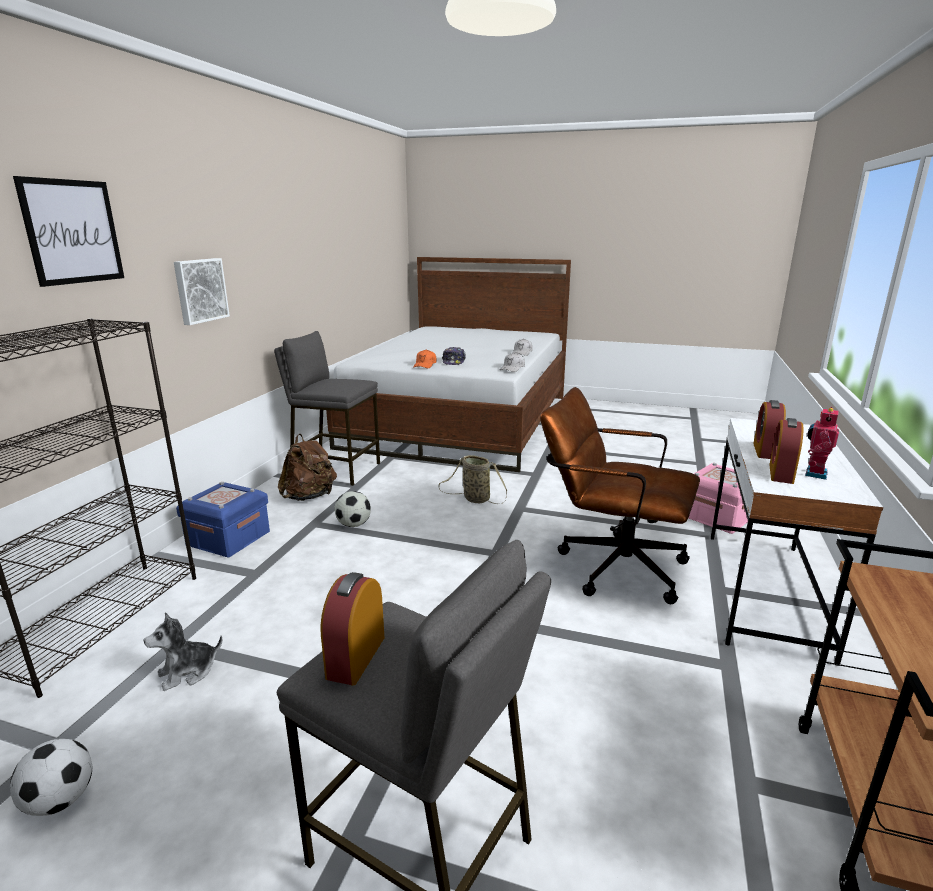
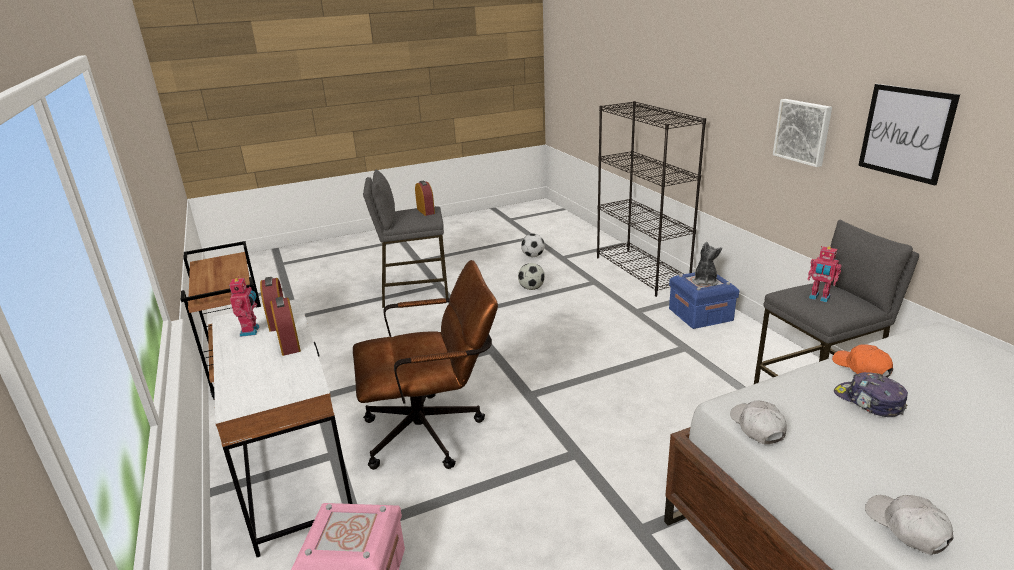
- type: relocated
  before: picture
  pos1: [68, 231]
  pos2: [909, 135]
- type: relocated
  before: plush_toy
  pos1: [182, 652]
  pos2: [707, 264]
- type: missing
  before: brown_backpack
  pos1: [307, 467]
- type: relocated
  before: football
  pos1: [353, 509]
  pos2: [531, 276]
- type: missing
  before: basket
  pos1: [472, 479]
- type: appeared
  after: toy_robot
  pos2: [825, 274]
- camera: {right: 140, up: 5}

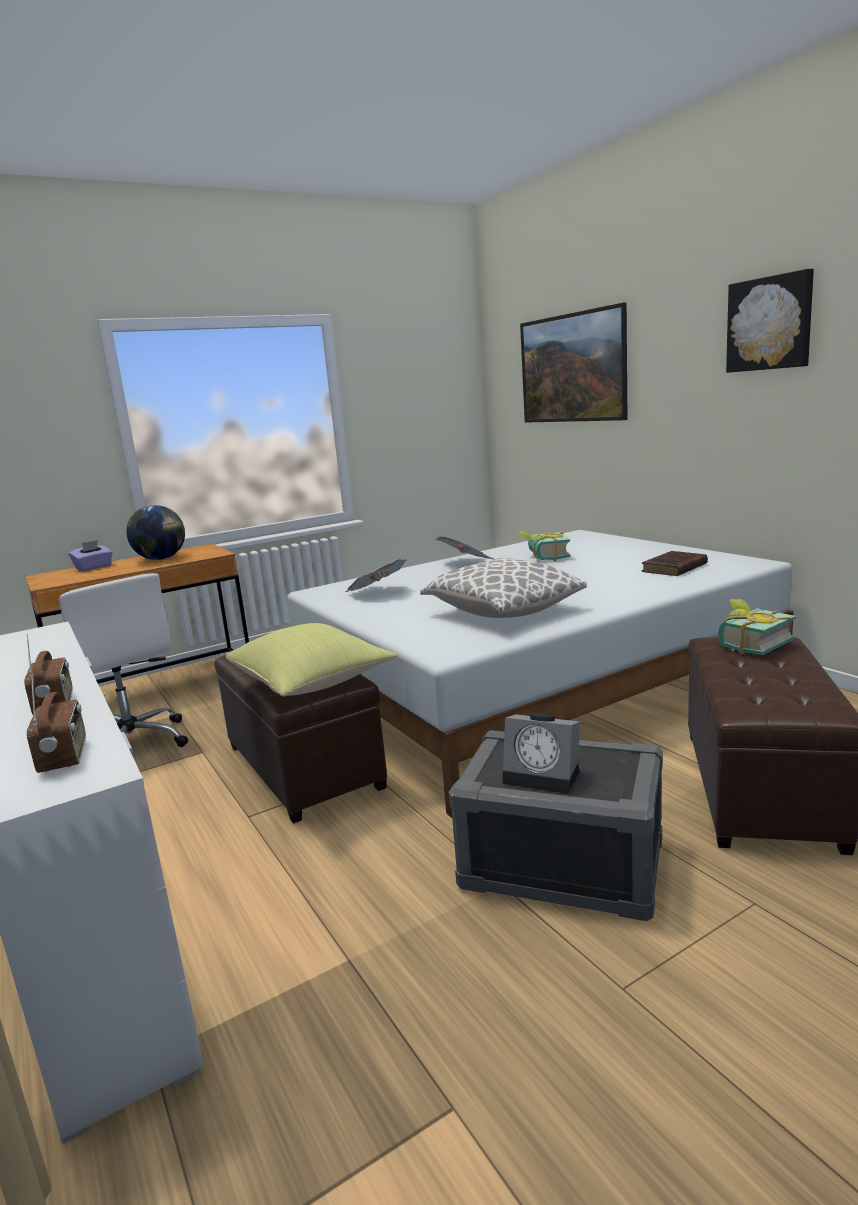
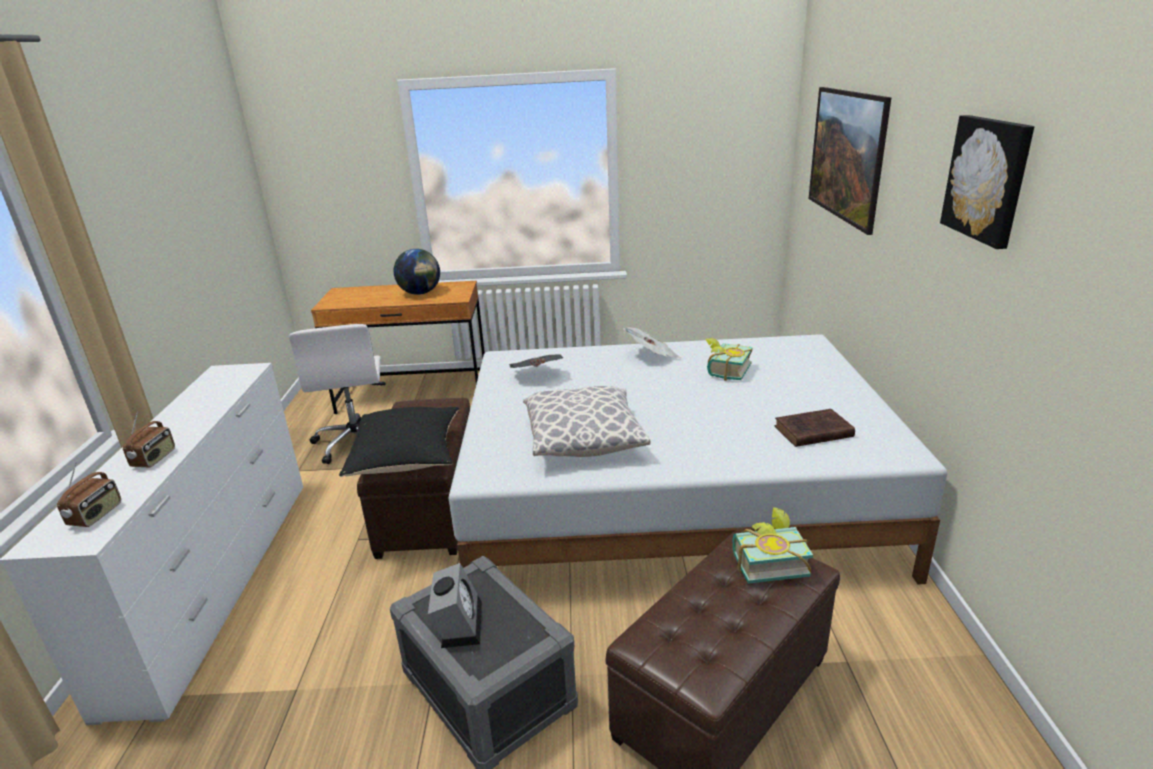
- type: missing
  before: purple_tissue_box
  pos1: [91, 555]
- type: colour
  before: yellow_pillow
  after: black_pillow
  pos1: [311, 659]
  pos2: [399, 442]
- type: spun
  before: alarm_clock
  pos1: [541, 753]
  pos2: [455, 605]
  turn: -150
- camera: {right: 30, up: 10}

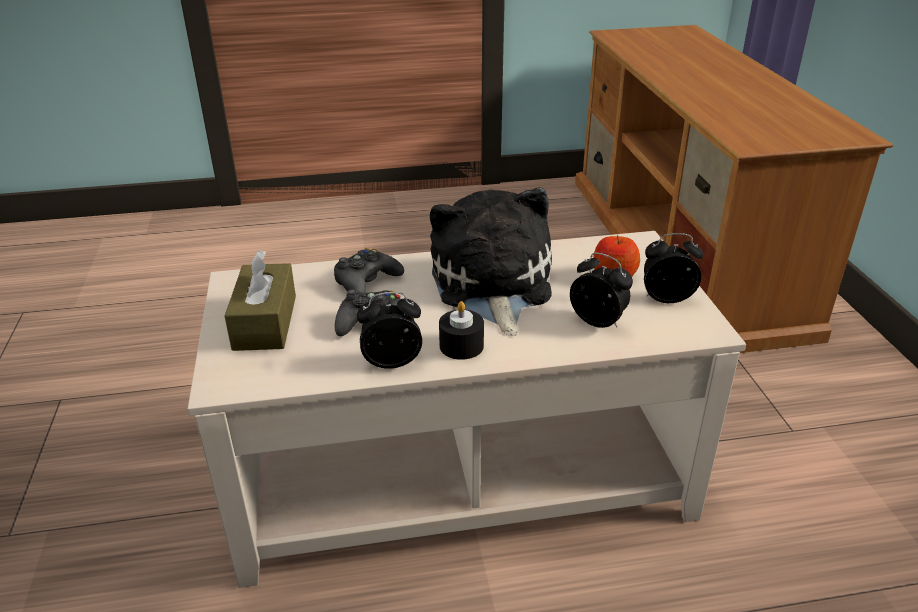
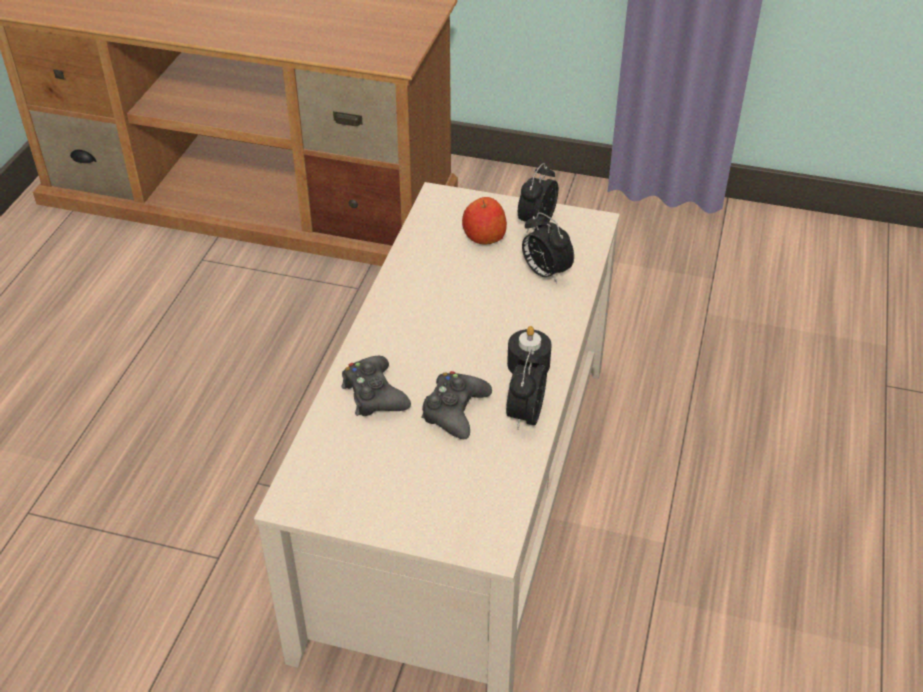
- type: missing
  before: brown_tissue_box
  pos1: [260, 300]
- type: missing
  before: plush_toy
  pos1: [491, 261]
- type: spun
  before: alarm_clock
  pos1: [601, 290]
  pos2: [548, 247]
  turn: -105
- camera: {right: -65, up: 10}

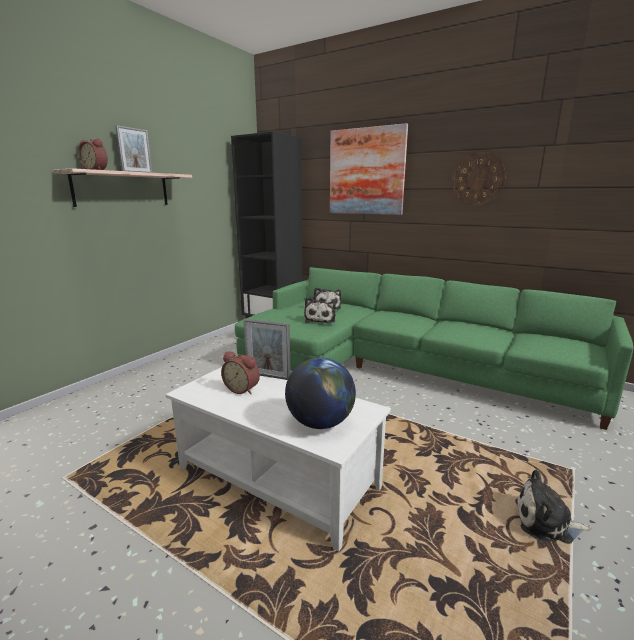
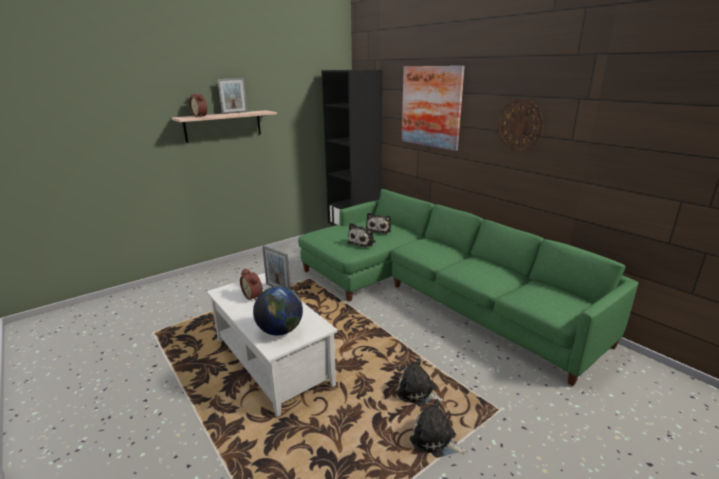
- type: appeared
  after: plush_toy
  pos2: [420, 382]
- camera: {right: 20, up: 5}

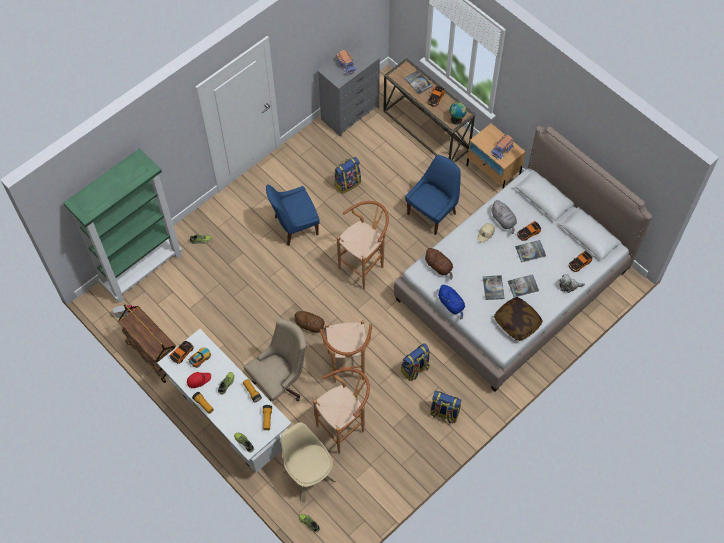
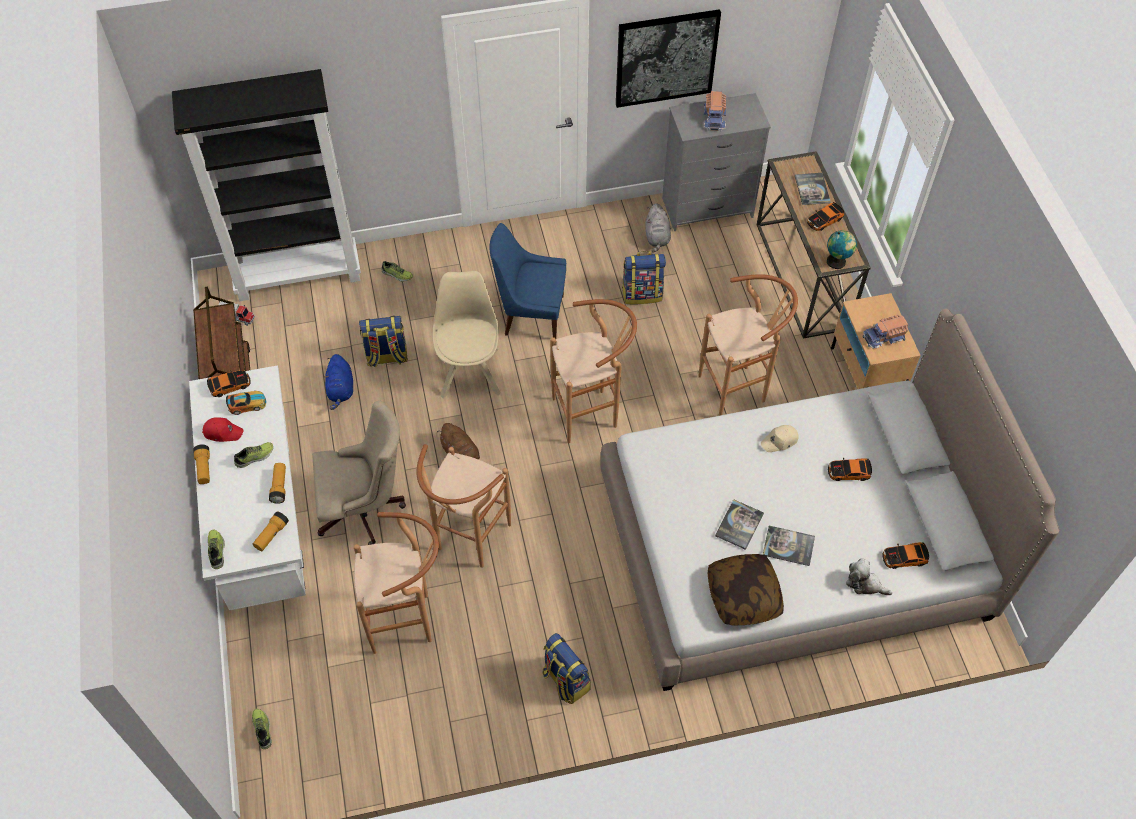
- type: colour
  before: green_bookcase
  after: black_bookcase
  pos1: [123, 225]
  pos2: [266, 185]
- type: relocated
  before: beige_chair
  pos1: [309, 462]
  pos2: [466, 334]
- type: relocated
  before: backpack
  pos1: [415, 362]
  pos2: [383, 342]
- type: exchanged
  before: blue_chair
  after: brown_stool
  pos1: [433, 195]
  pos2: [748, 345]
- type: missing
  before: brown_plush_toy
  pos1: [439, 264]
- type: relocated
  before: blue_plush_toy
  pos1: [451, 302]
  pos2: [338, 382]
- type: relocated
  before: grey_plush_toy
  pos1: [504, 217]
  pos2: [658, 228]
- type: missing
  before: book
  pos1: [530, 251]
- type: appeared
  after: picture
  pos2: [668, 58]
- camera: {right: 30, up: -5}

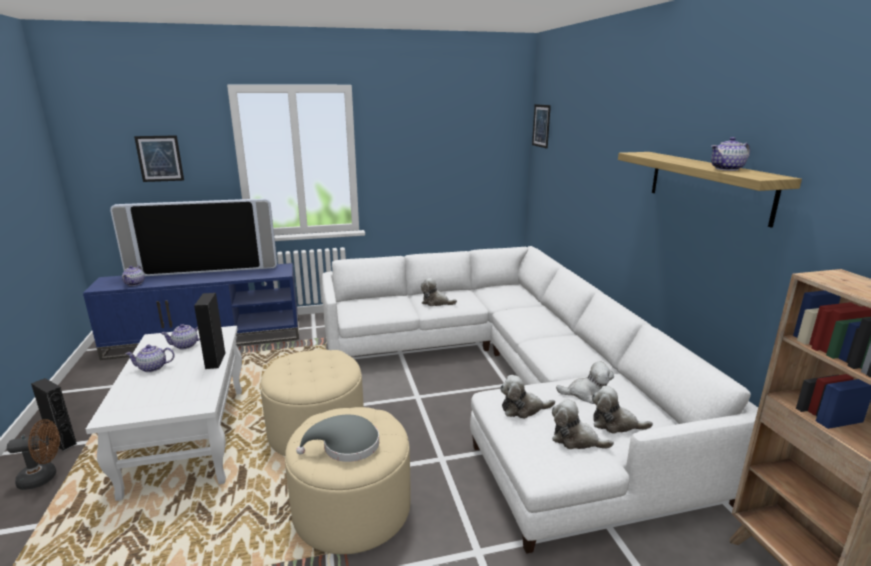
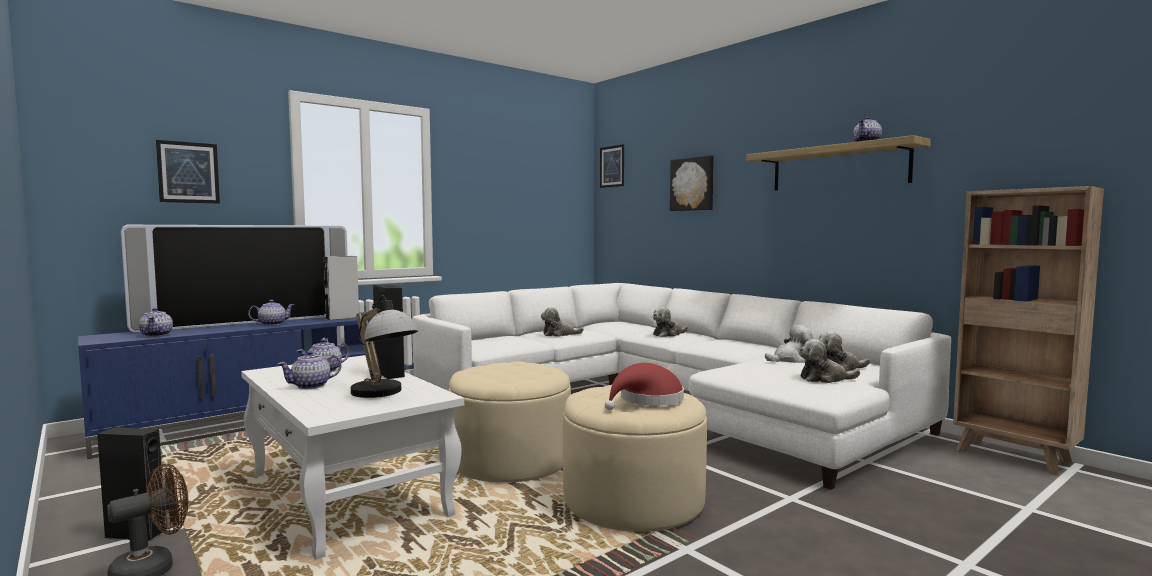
- type: colour
  before: grey_hat
  after: red_hat
  pos1: [337, 438]
  pos2: [644, 386]
- type: relocated
  before: plush_toy
  pos1: [527, 397]
  pos2: [670, 322]
- type: appeared
  after: teapot
  pos2: [271, 313]
- type: appeared
  after: grey_speaker
  pos2: [341, 288]
- type: appeared
  after: table_lamp
  pos2: [384, 346]
- type: appeared
  after: picture
  pos2: [692, 183]
- camera: {right: -25, up: -15}

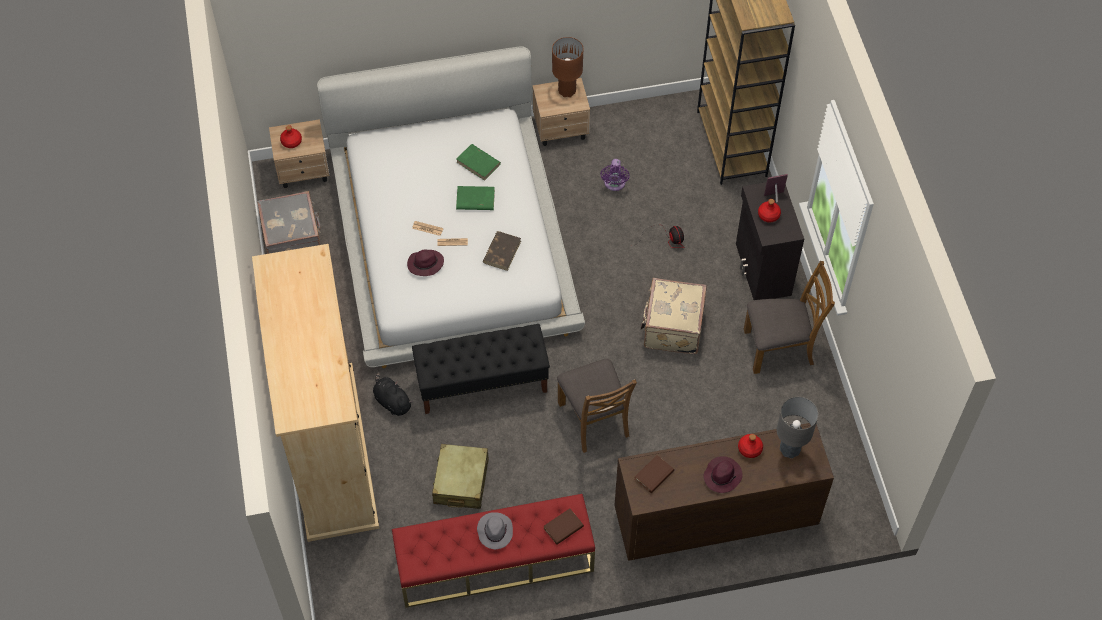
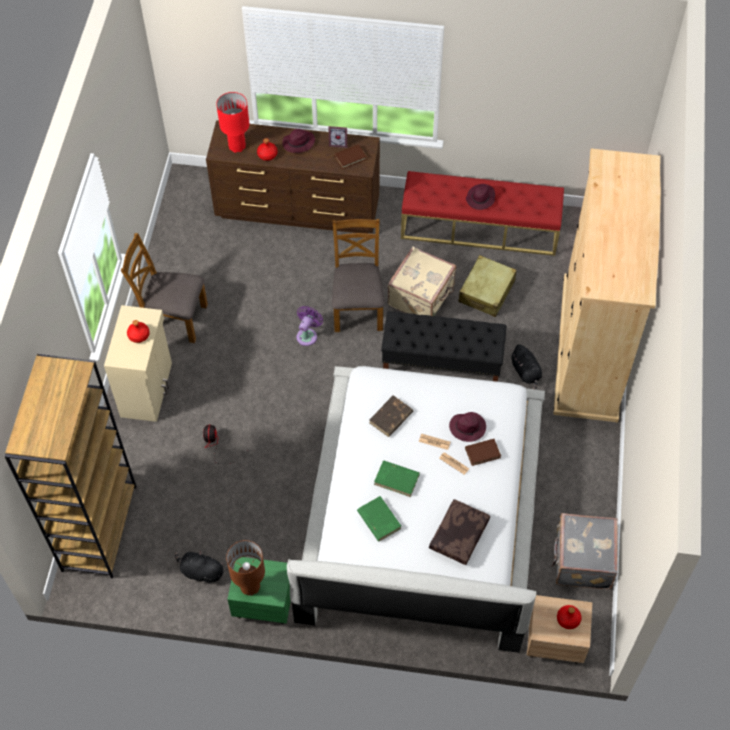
- type: colour
  before: grey_hat
  after: purple_hat
  pos1: [495, 530]
  pos2: [480, 197]
- type: colour
  before: beige_nightstand
  after: green_nightstand
  pos1: [561, 112]
  pos2: [259, 590]
- type: relocated
  before: brown_book
  pos1: [563, 526]
  pos2: [483, 452]
- type: relocated
  before: purple_fan
  pos1: [614, 175]
  pos2: [309, 326]
- type: relocated
  before: beige_suitcase
  pos1: [674, 316]
  pos2: [422, 281]
- type: colour
  before: black_cabinet
  after: beige_cabinet
  pos1: [770, 241]
  pos2: [138, 363]
- type: relocated
  before: picture_frame
  pos1: [776, 188]
  pos2: [337, 137]
- type: colour
  before: grey_table_lamp
  after: red_table_lamp
  pos1: [797, 427]
  pos2: [232, 122]
- type: appeared
  after: black_plush_toy
  pos2: [199, 567]
- type: appeared
  after: brown_pillow
  pos2: [459, 532]
- camera: {right: -160, up: 0}

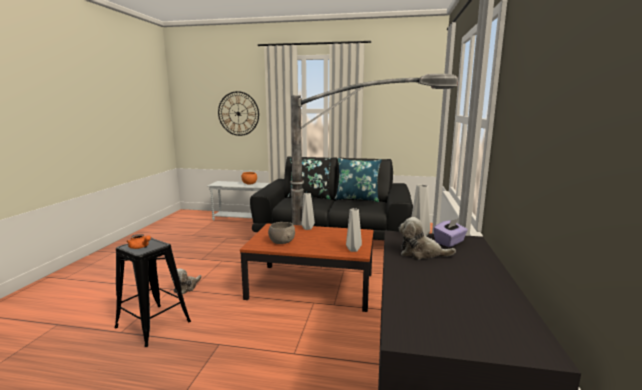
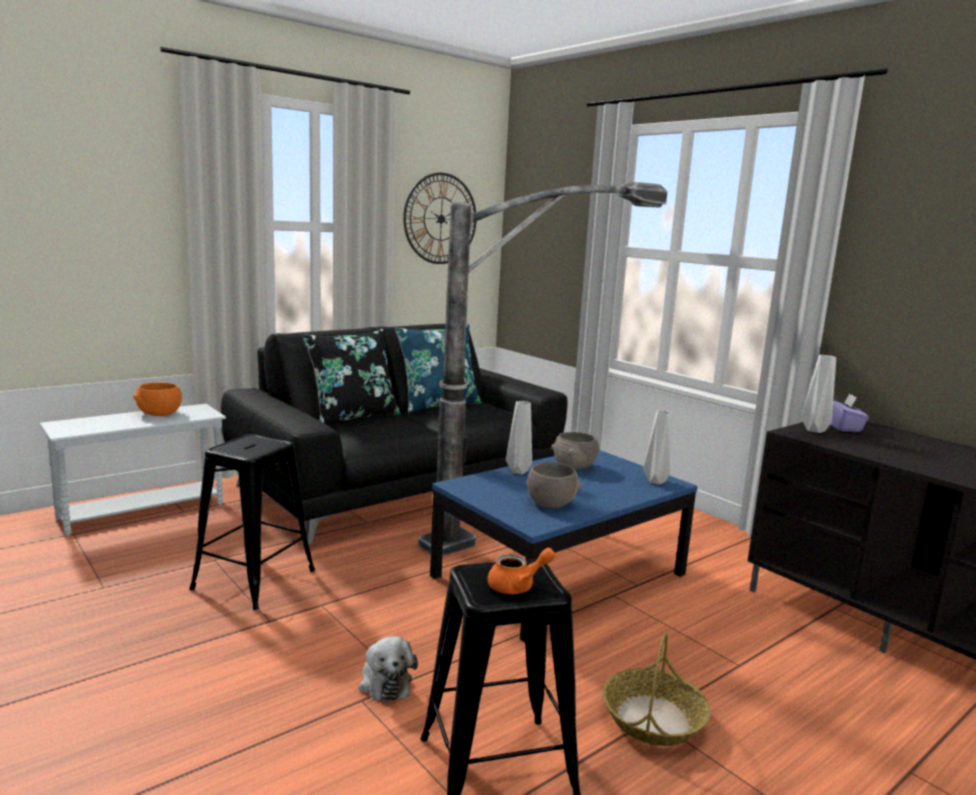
- type: relocated
  before: wall_clock
  pos1: [238, 113]
  pos2: [440, 218]
- type: colour
  before: brown_coffee_table
  after: blue_coffee_table
  pos1: [306, 267]
  pos2: [563, 546]
- type: missing
  before: plush_toy
  pos1: [427, 238]
- type: appeared
  after: black_stool
  pos2: [252, 522]
- type: appeared
  after: grey_bowl
  pos2: [575, 450]
- type: appeared
  after: basket
  pos2: [656, 689]
- camera: {right: -50, up: 0}

